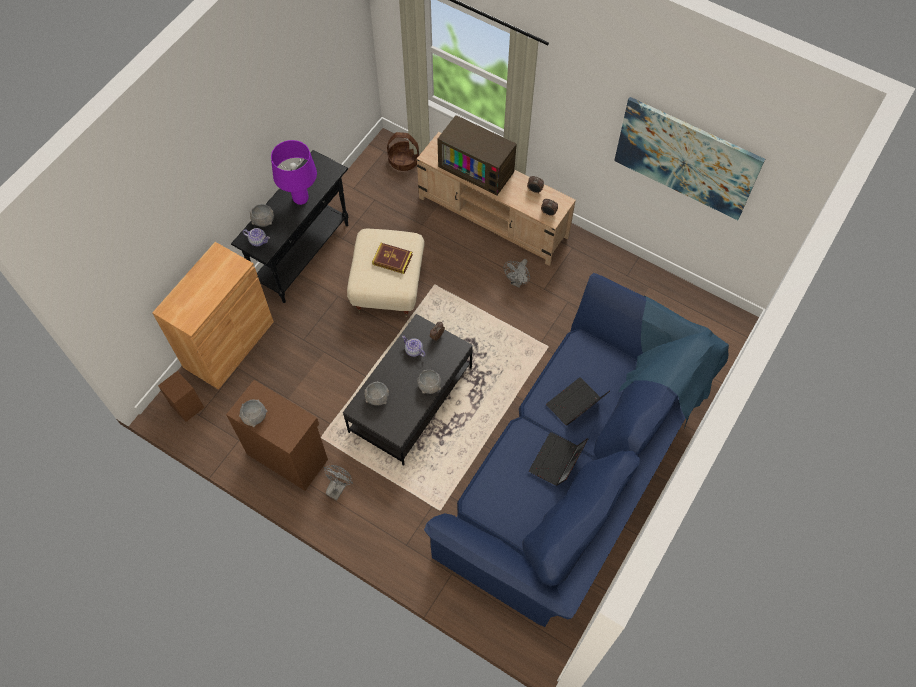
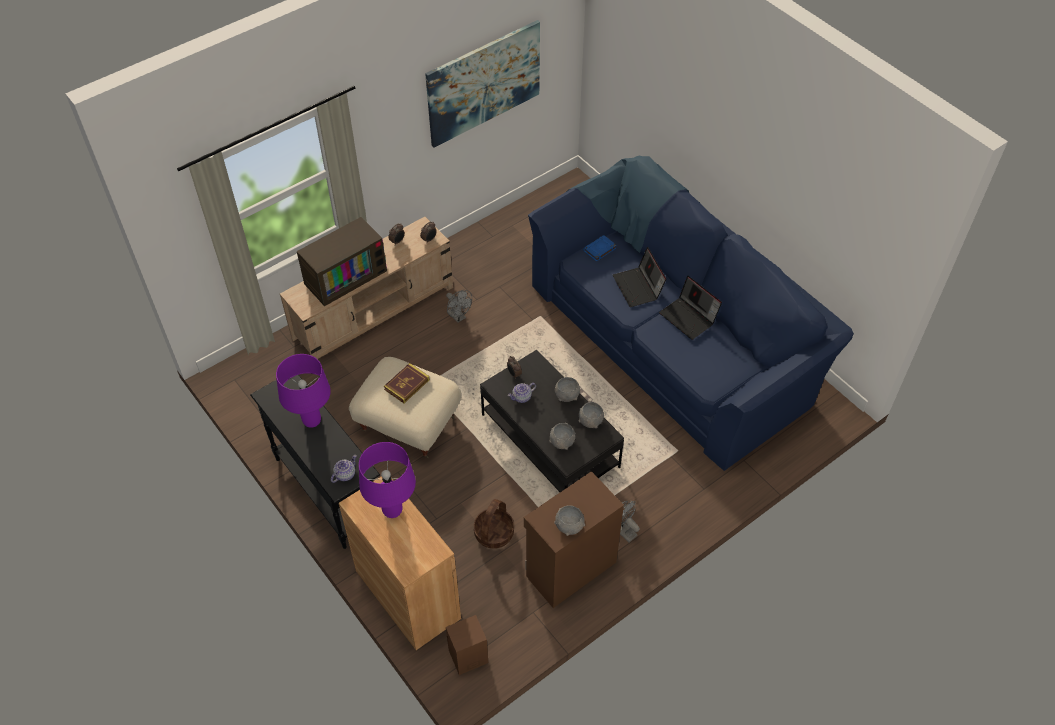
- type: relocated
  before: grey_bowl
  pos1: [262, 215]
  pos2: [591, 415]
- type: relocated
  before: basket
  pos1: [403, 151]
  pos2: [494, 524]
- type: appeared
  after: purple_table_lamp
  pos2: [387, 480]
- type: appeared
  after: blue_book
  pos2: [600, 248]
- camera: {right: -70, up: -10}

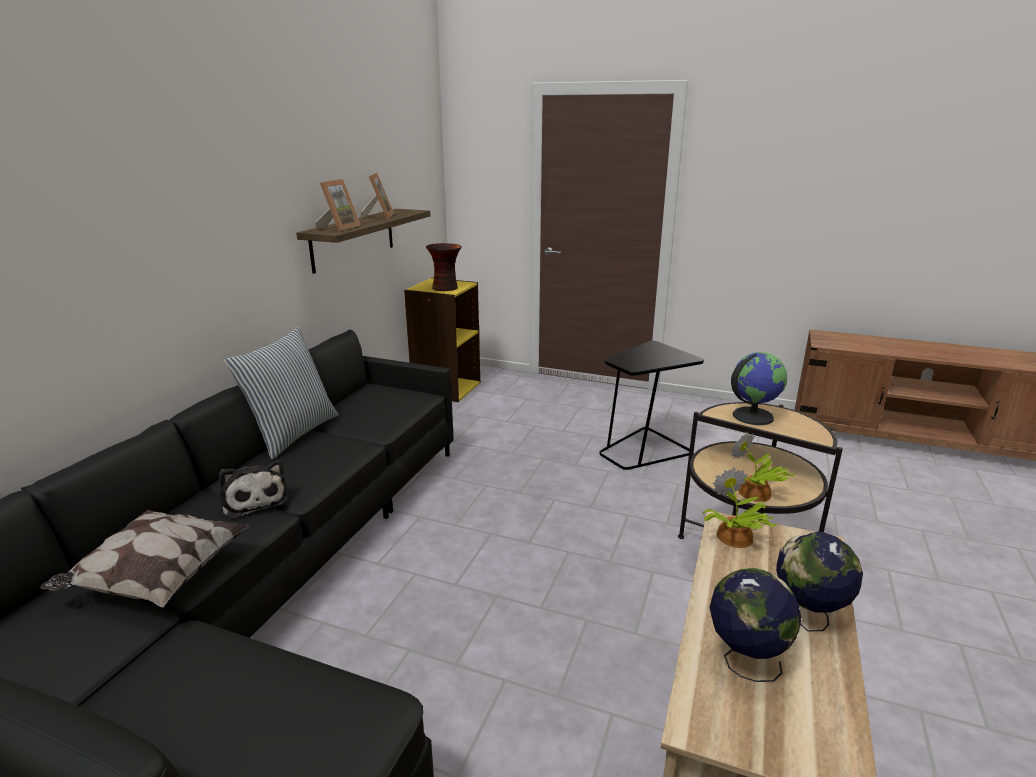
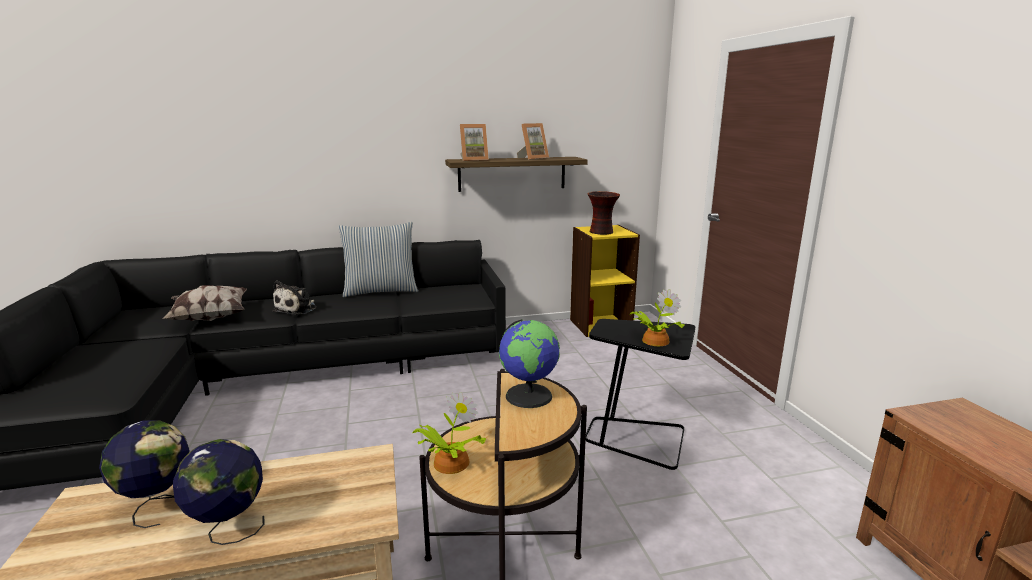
- type: relocated
  before: potted_plant
  pos1: [739, 507]
  pos2: [657, 317]
- camera: {right: 55, up: -5}

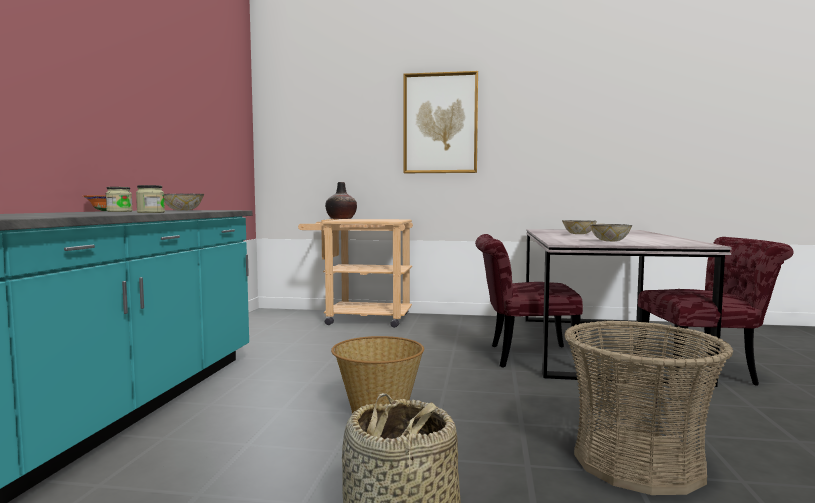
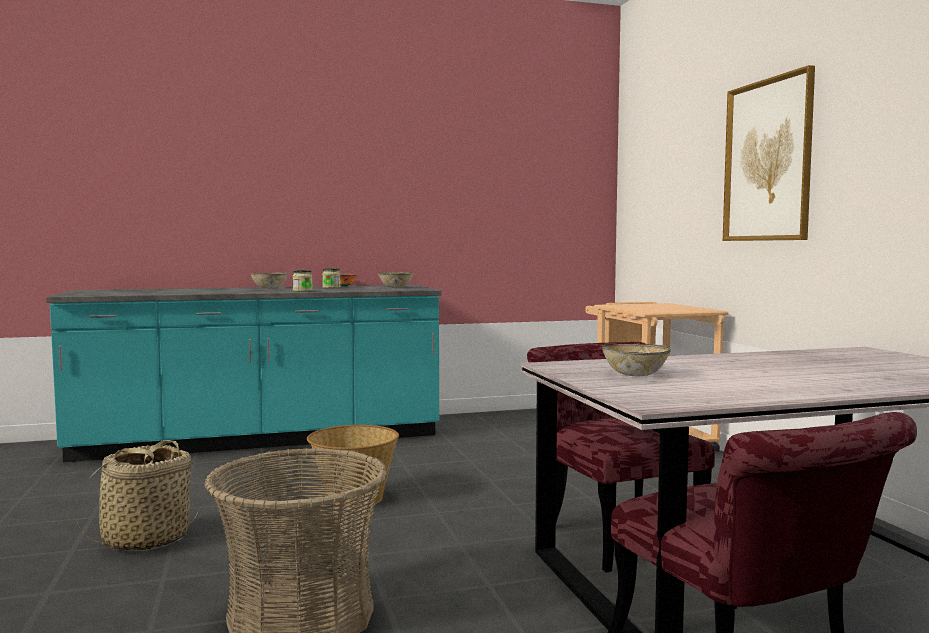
- type: missing
  before: vase
  pos1: [341, 200]
- type: relocated
  before: bowl
  pos1: [579, 227]
  pos2: [269, 281]
- camera: {right: 65, up: 0}

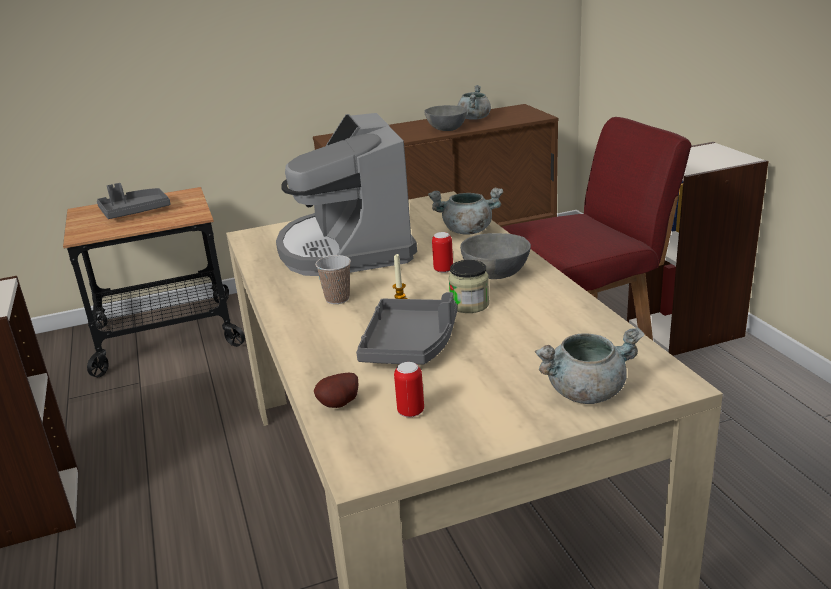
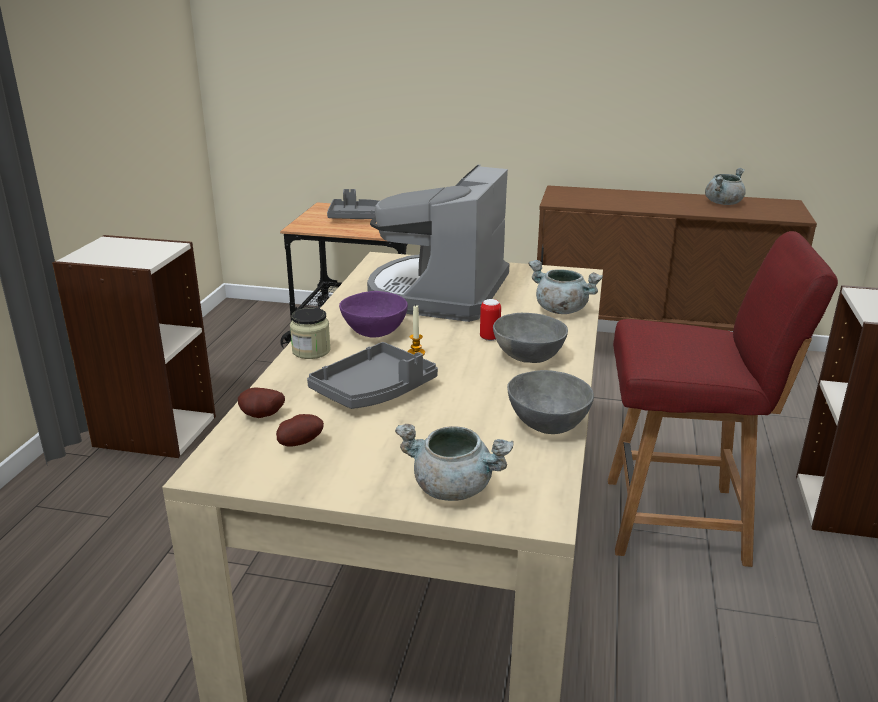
- type: exchanged
  before: cup
  after: purple_bowl
  pos1: [333, 279]
  pos2: [373, 314]
- type: exchanged
  before: can
  after: potato
  pos1: [409, 389]
  pos2: [300, 430]
- type: relocated
  before: grey_bowl
  pos1: [445, 118]
  pos2: [550, 402]
- type: relocated
  before: jar
  pos1: [468, 286]
  pos2: [310, 333]
- camera: {right: 30, up: 0}

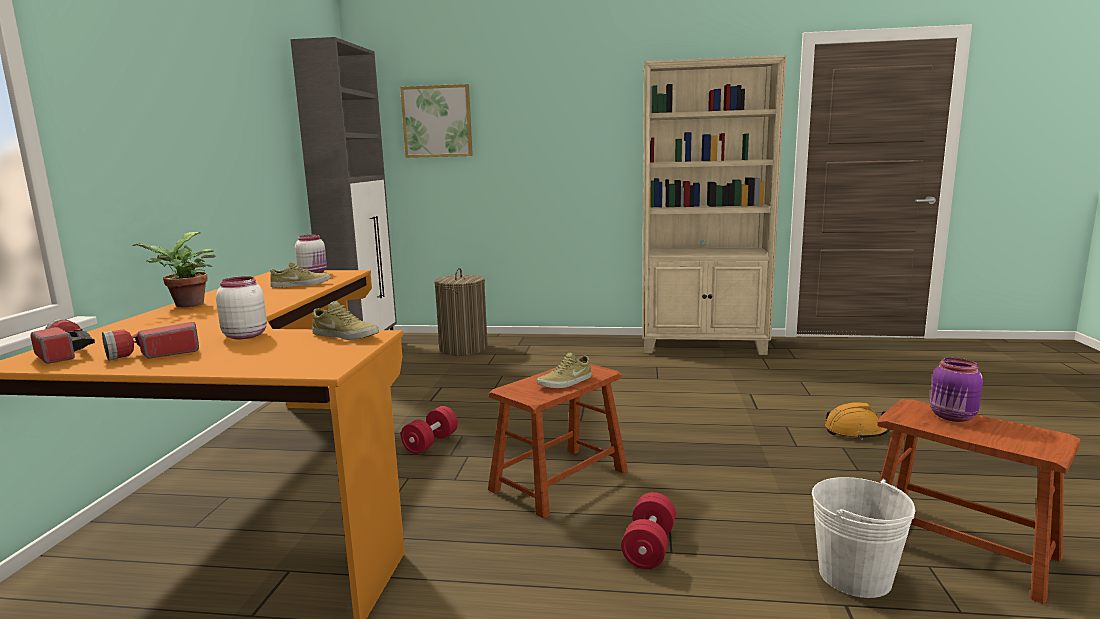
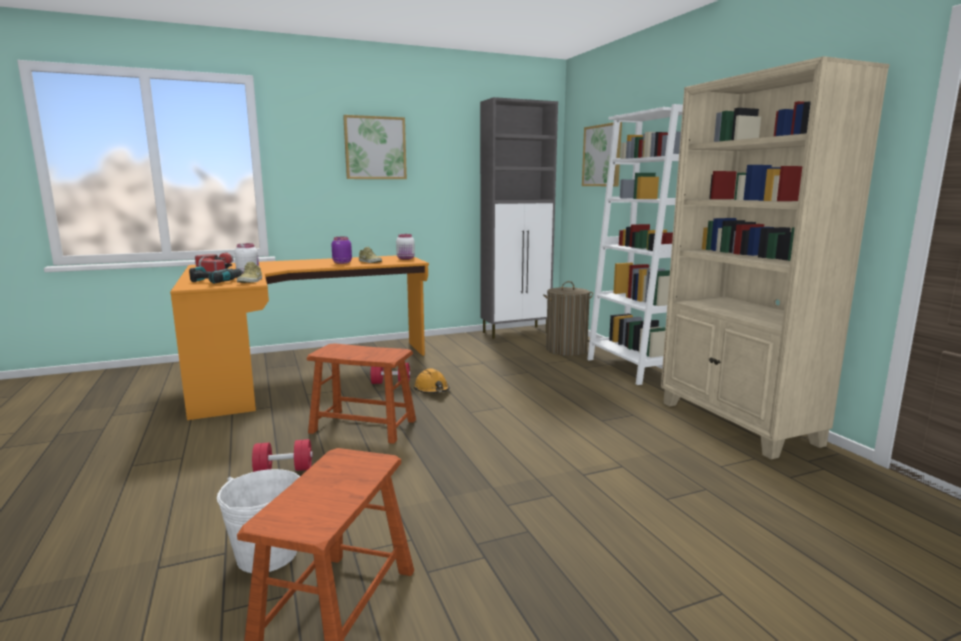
- type: missing
  before: potted_plant
  pos1: [174, 270]
- type: missing
  before: beige_shoe
  pos1: [564, 370]
- type: relocated
  before: orange_hard_hat
  pos1: [857, 421]
  pos2: [431, 380]
- type: relocated
  before: purple_jar
  pos1: [956, 390]
  pos2: [341, 250]
- type: appeared
  after: power_drill
  pos2: [216, 275]
- type: appeared
  after: picture
  pos2: [375, 147]
- type: appeared
  after: white_bookcase
  pos2: [635, 244]
- camera: {right: 60, up: 0}

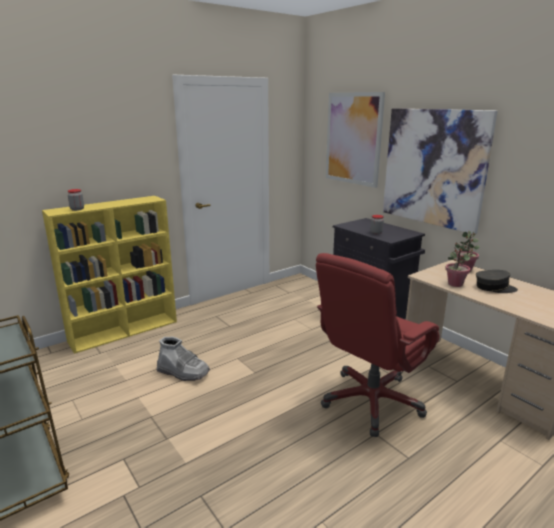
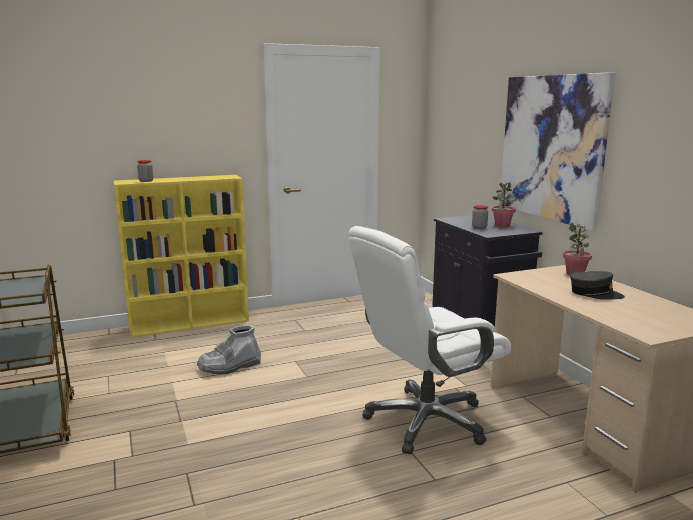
- type: spun
  before: grey_boot
  pos1: [183, 359]
  pos2: [229, 349]
  turn: 105
- type: colour
  before: red_office_chair
  after: white_office_chair
  pos1: [377, 345]
  pos2: [430, 340]
- type: missing
  before: picture
  pos1: [355, 140]
- type: relocated
  before: potted_plant
  pos1: [457, 264]
  pos2: [504, 204]
- camera: {right: 15, up: -5}

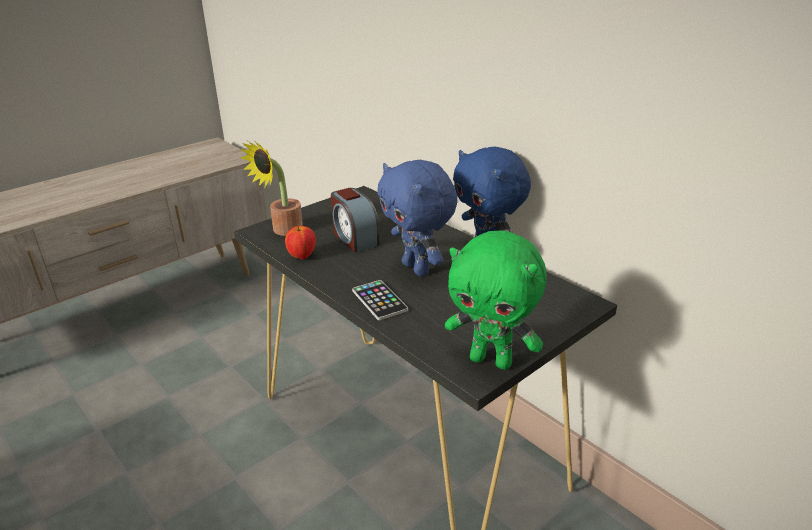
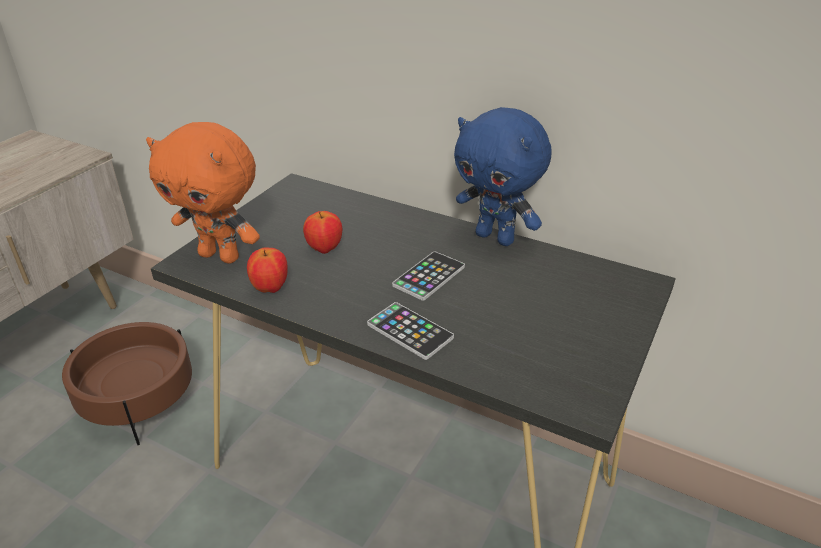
- type: exchanged
  before: potted_plant
  after: orange_plush_toy
  pos1: [271, 188]
  pos2: [203, 193]
- type: exchanged
  before: alarm_clock
  after: apple
  pos1: [355, 220]
  pos2: [322, 232]
- type: exchanged
  before: blue_plush_toy
  after: phone
  pos1: [417, 218]
  pos2: [428, 276]
- type: missing
  before: green_plush_toy
  pos1: [496, 300]
- type: appeared
  after: brown_planter
  pos2: [127, 383]
- camera: {right: -20, up: 5}

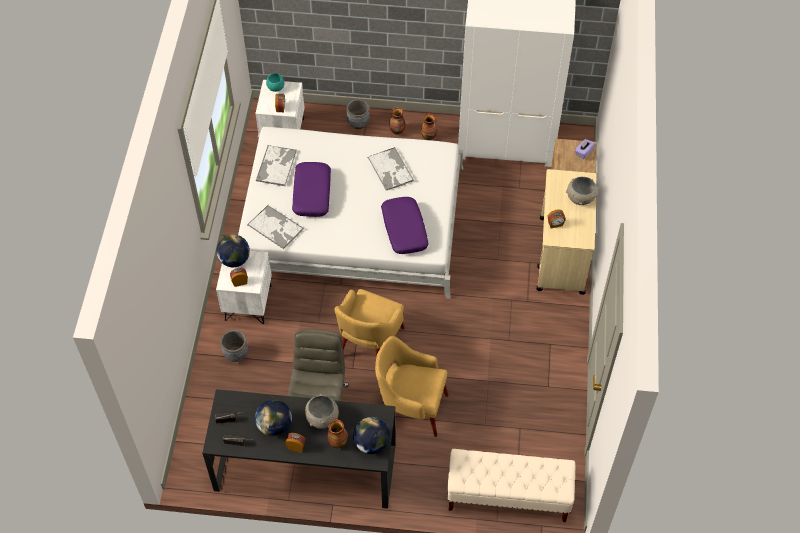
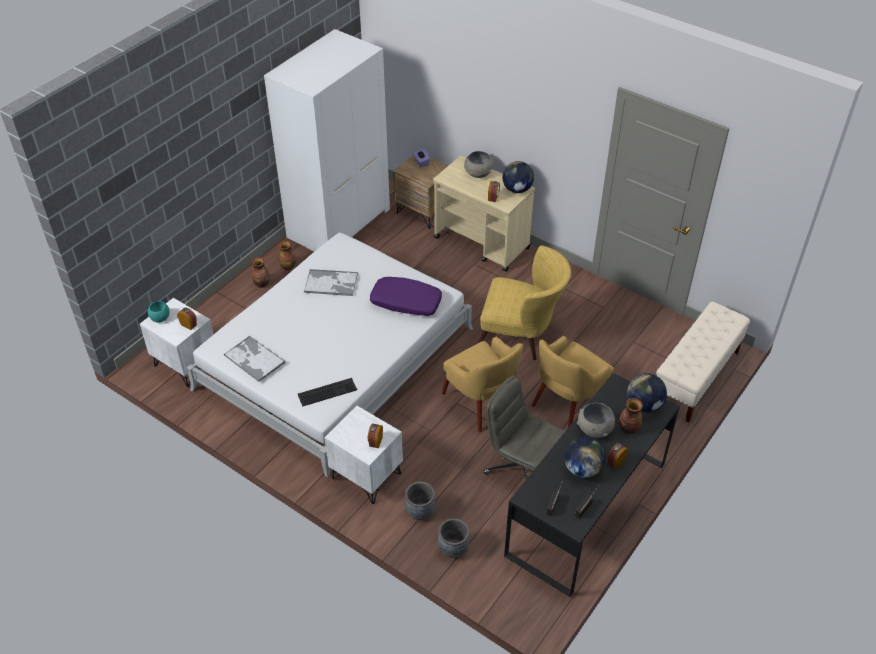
- type: relocated
  before: globe
  pos1: [233, 250]
  pos2: [518, 177]
- type: exchanged
  before: tray
  after: keyboard
  pos1: [276, 227]
  pos2: [327, 392]
- type: missing
  before: purple_pillow
  pos1: [311, 189]
- type: relocated
  before: grey_planter
  pos1: [358, 114]
  pos2: [453, 538]
- type: appeared
  after: yellow_armchair
  pos2: [524, 302]
- camera: {right: -60, up: -10}

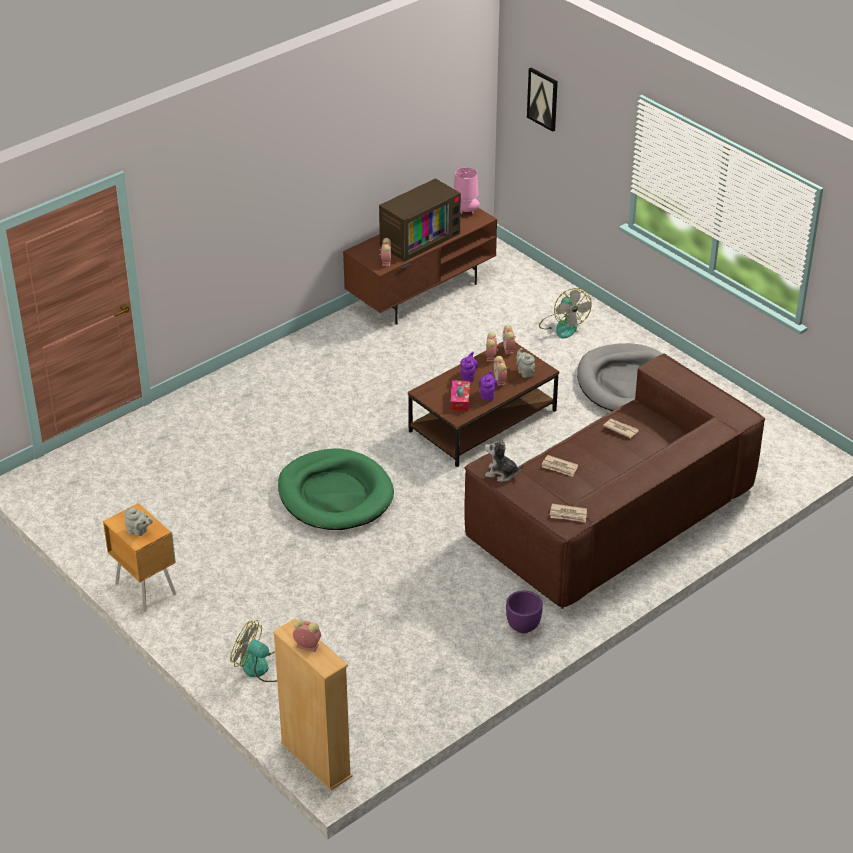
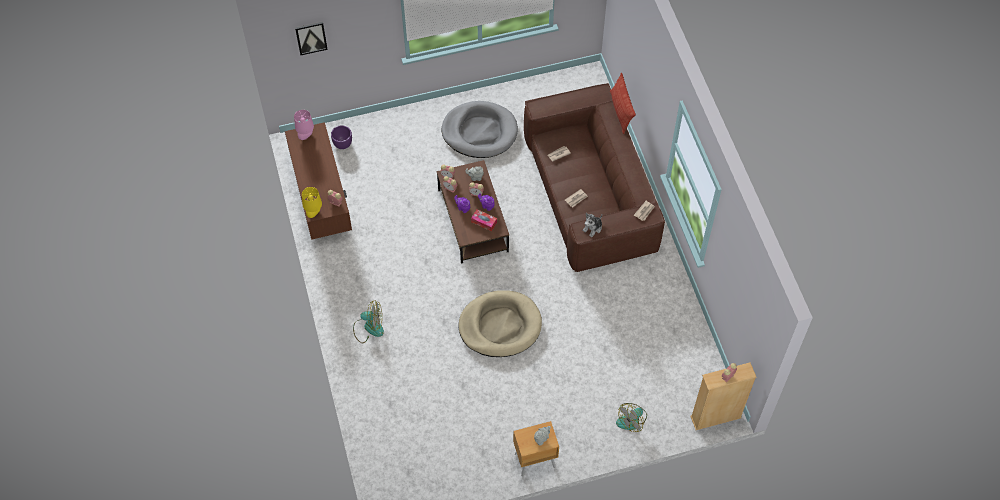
- type: colour
  before: green_dog_bed
  after: beige_dog_bed
  pos1: [336, 489]
  pos2: [500, 323]
- type: missing
  before: television
  pos1: [420, 220]
- type: relocated
  before: purple_planter
  pos1: [524, 612]
  pos2: [341, 137]
- type: relocated
  before: fan
  pos1: [565, 313]
  pos2: [368, 321]
- type: appeared
  after: yellow_table_lamp
  pos2: [312, 202]
- type: appeared
  after: pillow
  pos2: [623, 103]
- camera: {right: -65, up: 20}

